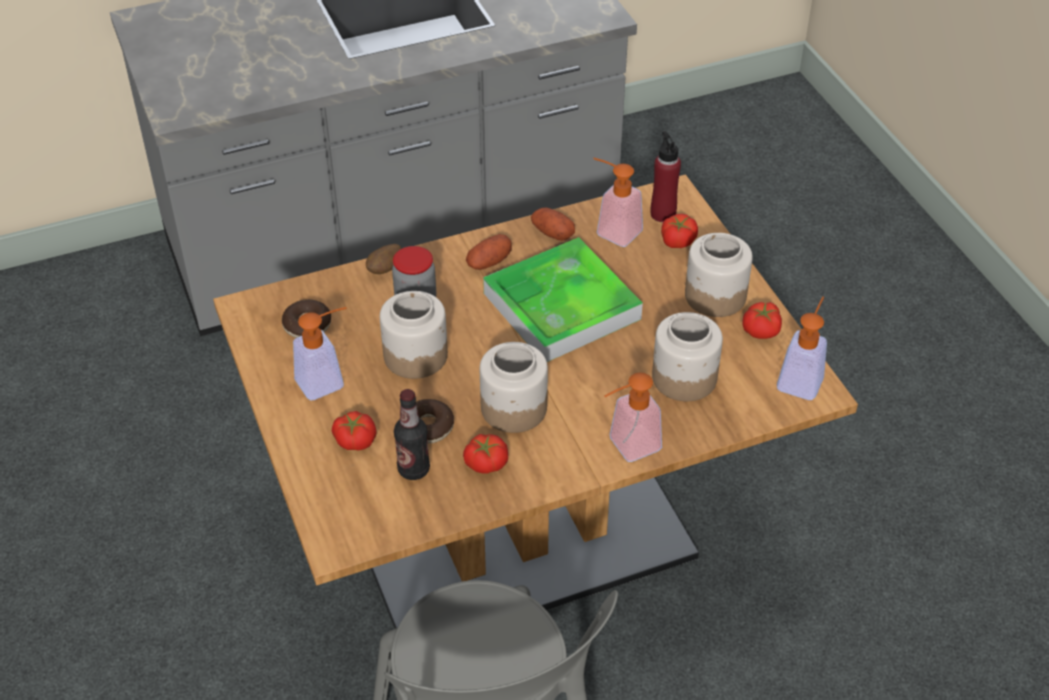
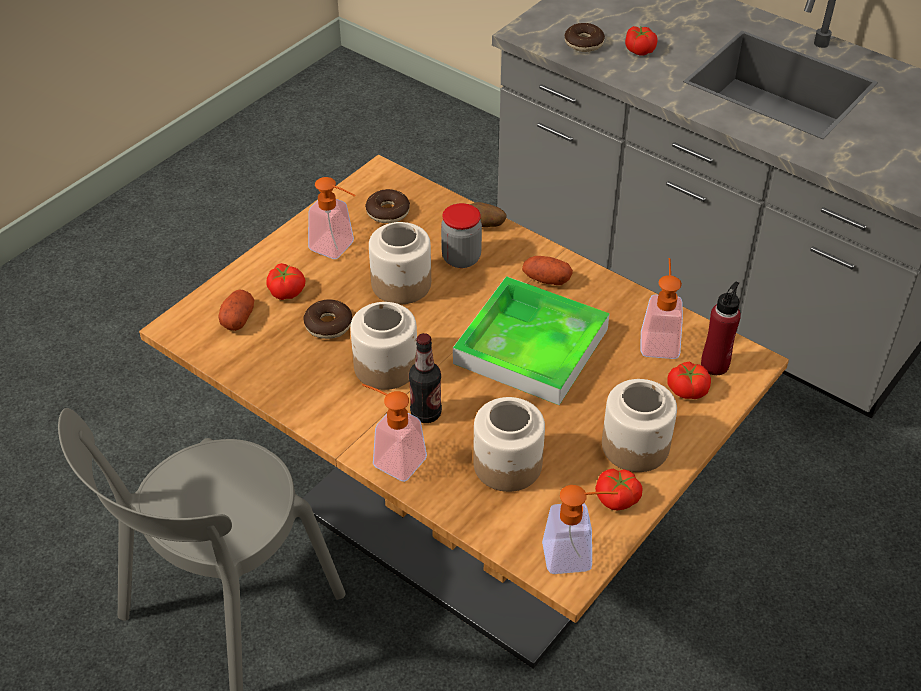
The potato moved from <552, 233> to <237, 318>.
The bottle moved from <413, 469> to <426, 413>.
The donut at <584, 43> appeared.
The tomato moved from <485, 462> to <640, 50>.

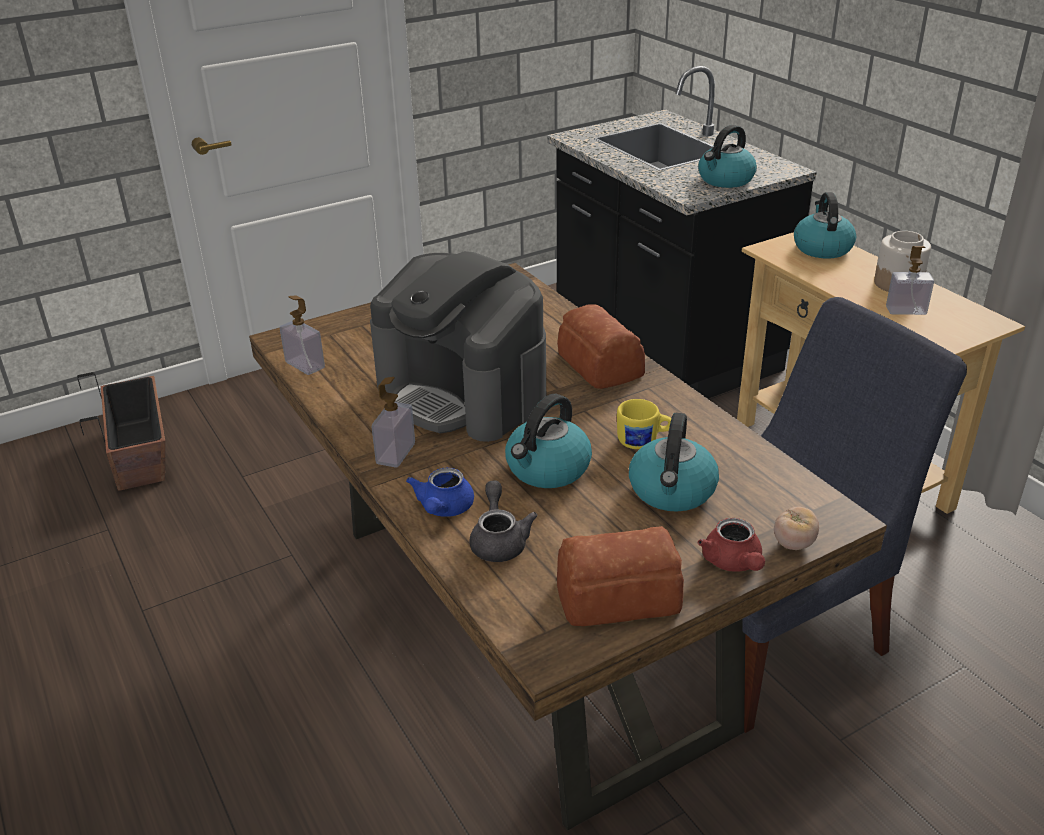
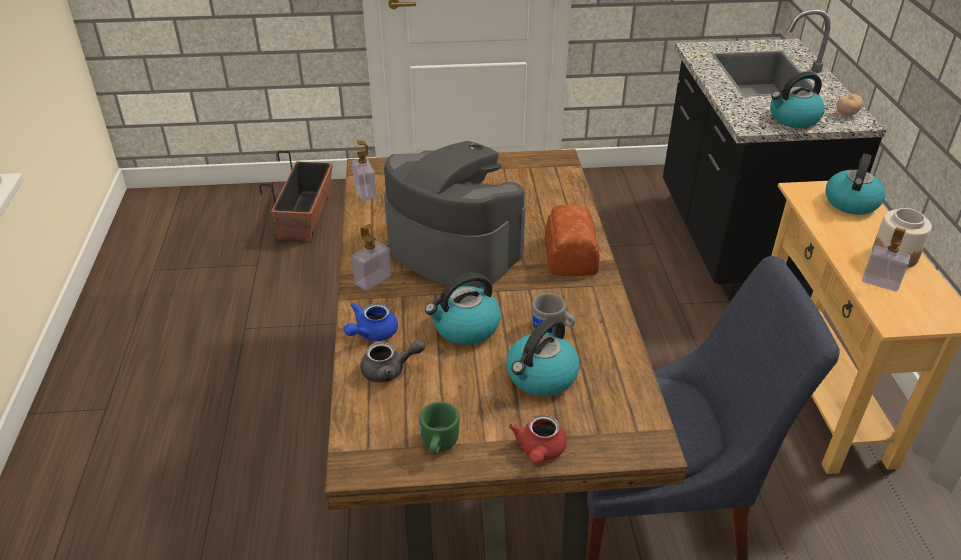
The teapot in grey at <499, 540> turned 60 degrees clockwise.
The coffee machine at <463, 394> turned 150 degrees clockwise.
The bread at <621, 597> was replaced by the mug in green at <438, 445>.
The mug in yellow at <643, 442> became the mug in grey at <552, 329>.
The tomato moved from <793, 544> to <846, 114>.

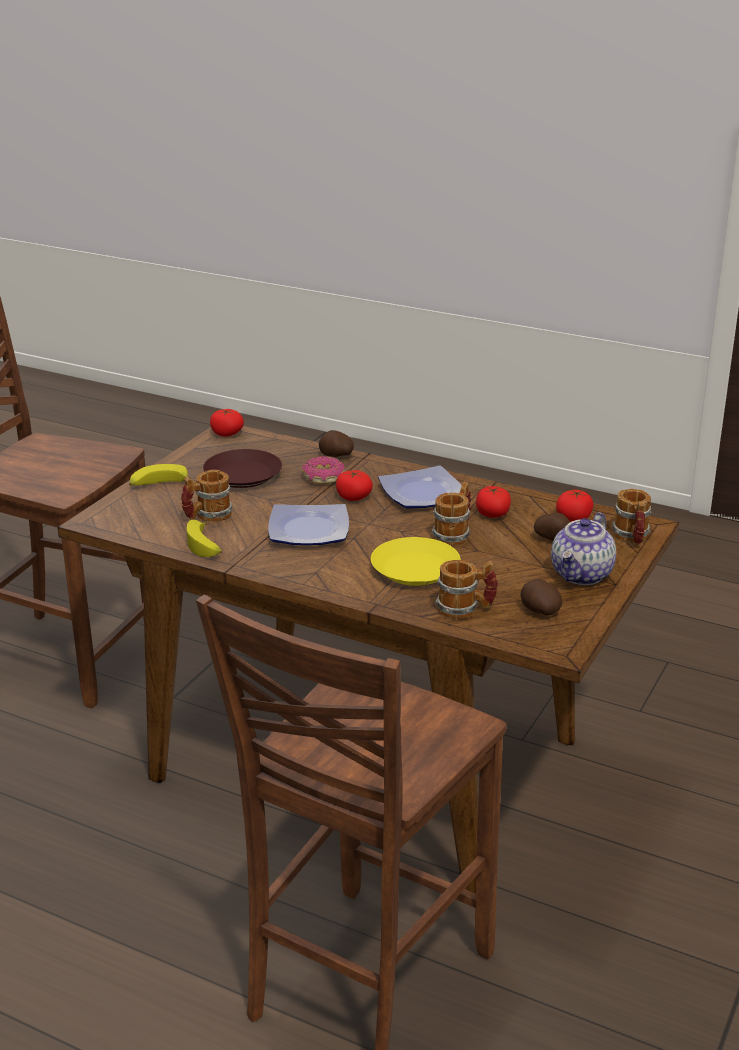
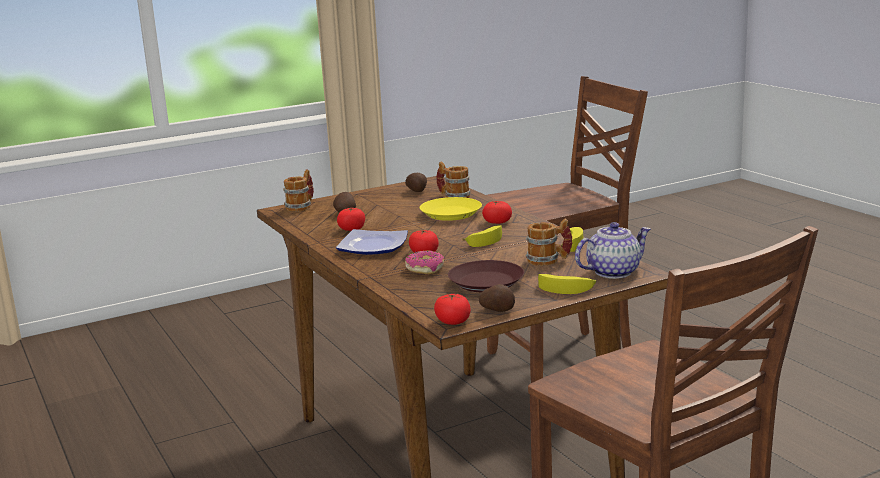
The plate at <310, 531> was replaced by the banana at <486, 240>.
The potato moved from <336, 456> to <498, 310>.
The tomato moved from <574, 517> to <497, 222>.
The teapot moved from <582, 575> to <613, 272>.
The mug at <454, 534> disappeared.

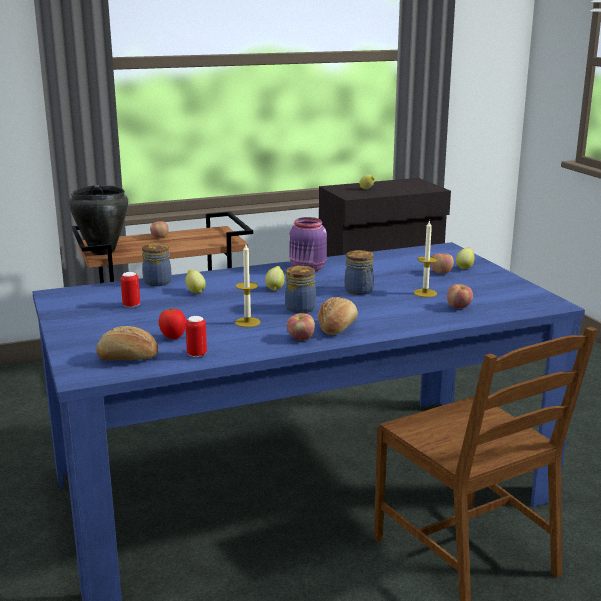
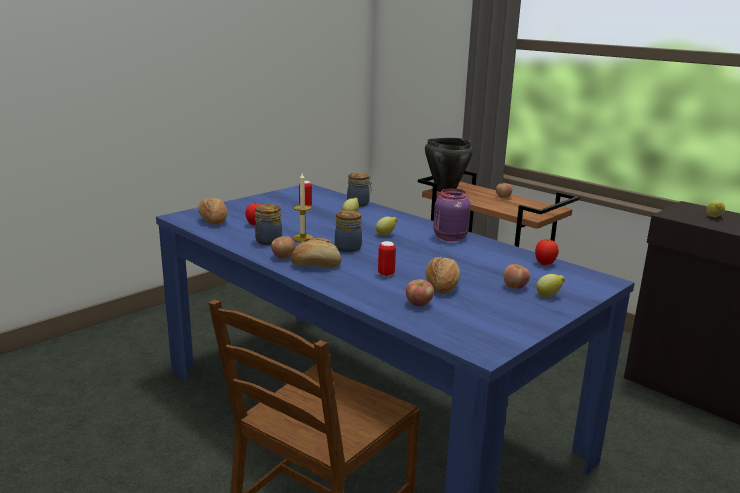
The jar moved from <359, 291> to <267, 241>.
The can moved from <197, 354> to <386, 274>.
The candle at <425, 293> was replaced by the bread at <441, 286>.
The tomato at <544, 264> appeared.

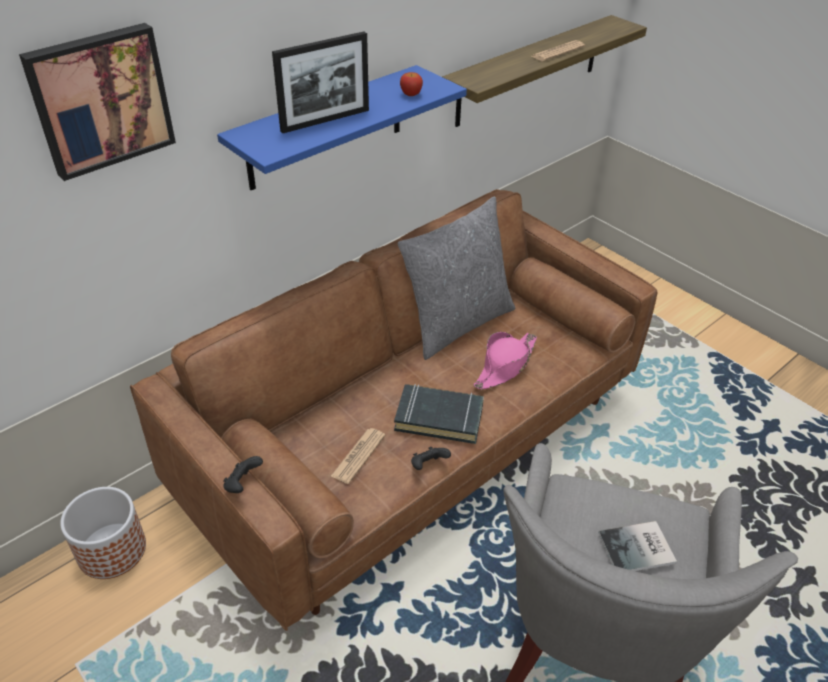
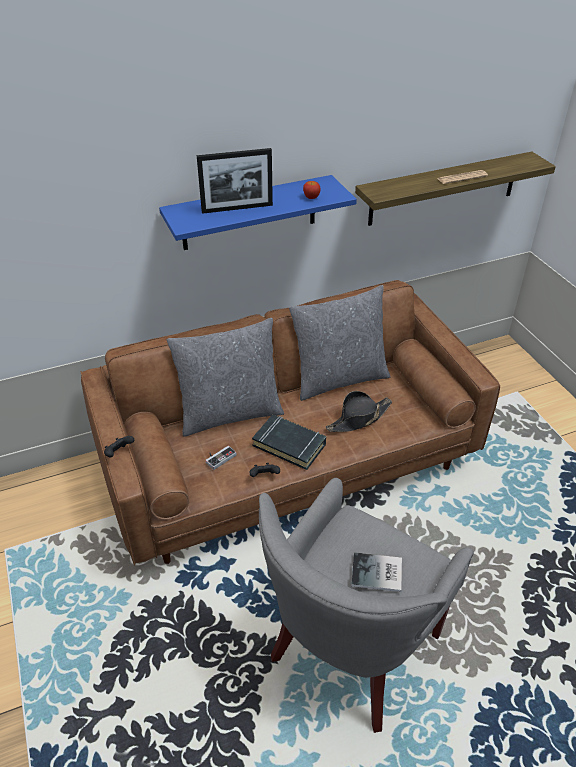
The pillow in grey at <230, 413> appeared.
The newspaper at <358, 456> was replaced by the game controller at <219, 457>.
The hat in pink at <505, 366> became the hat in black at <359, 419>.
The picture at <100, 99> disappeared.
The planter at <112, 550> disappeared.

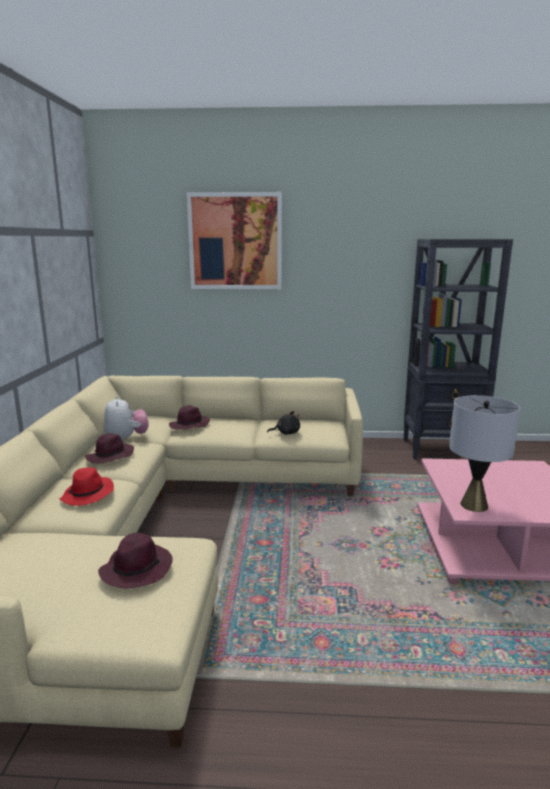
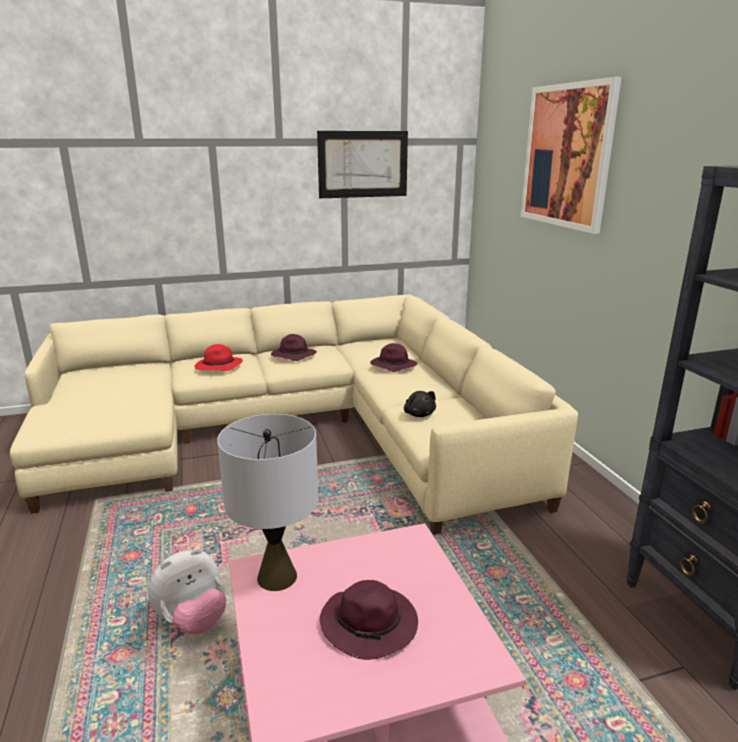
The plush toy moved from <126, 439> to <193, 621>.
The picture at <363, 164> appeared.
The hat in purple moved from <137, 568> to <370, 625>.

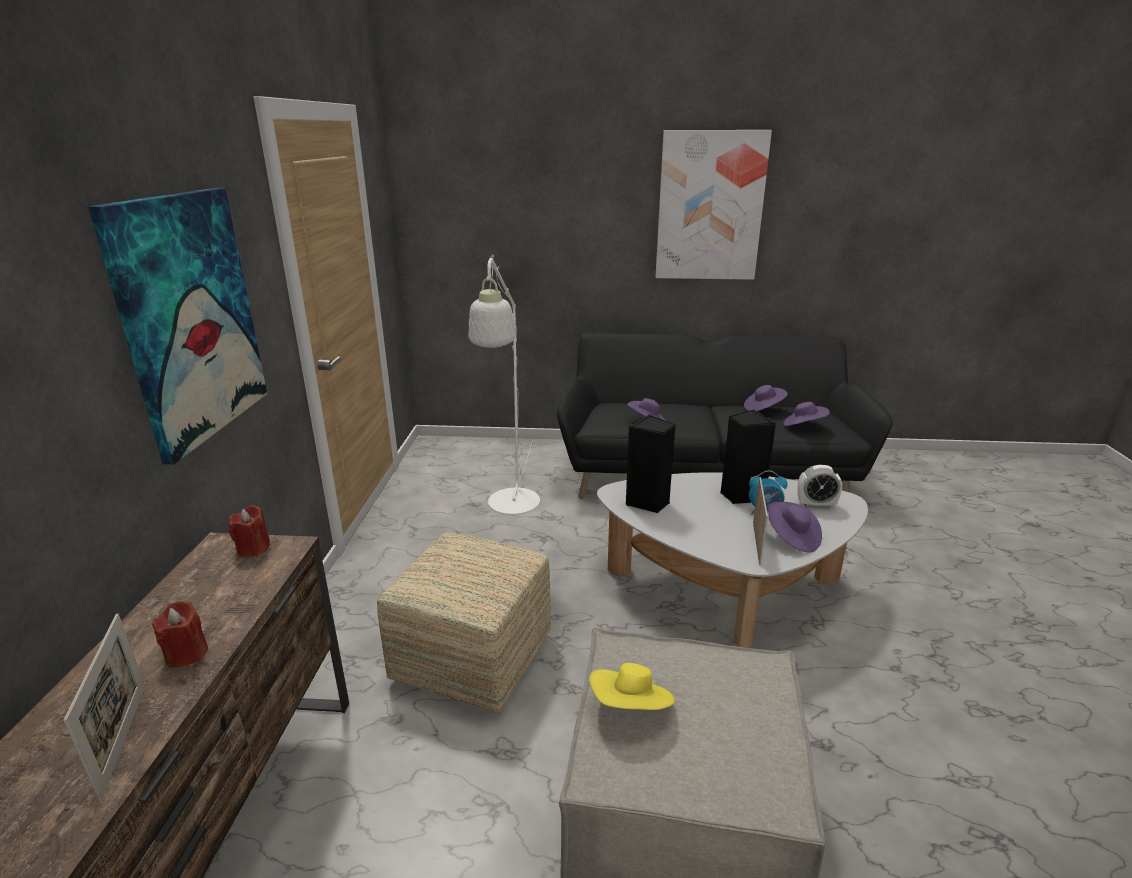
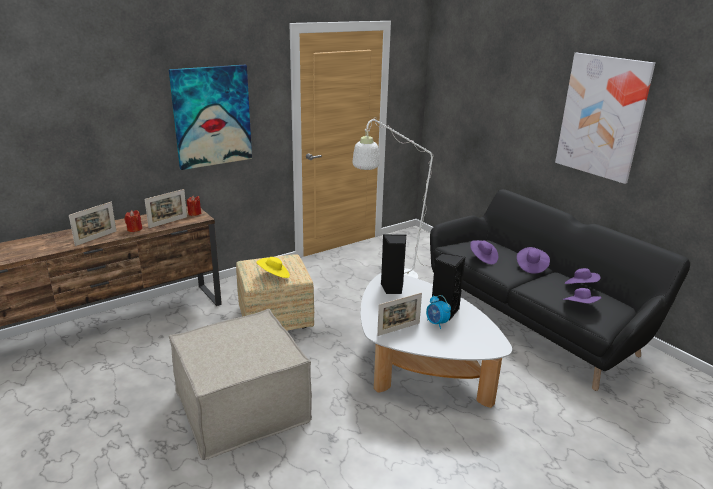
The picture frame at <168, 222> appeared.
The hat in yellow moved from <631, 707> to <274, 275>.
The hat in purple moved from <792, 538> to <531, 267>.
The alarm clock at <816, 505> disappeared.

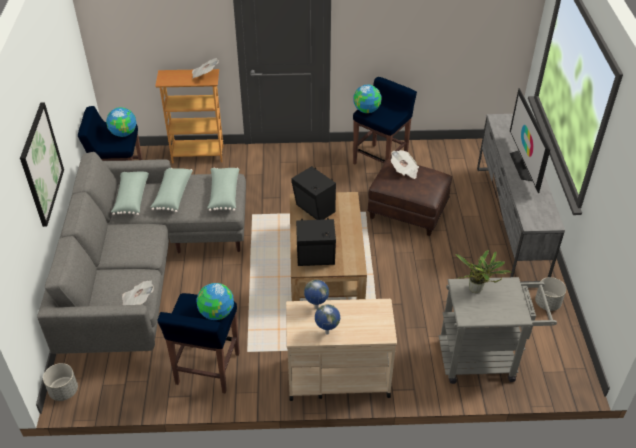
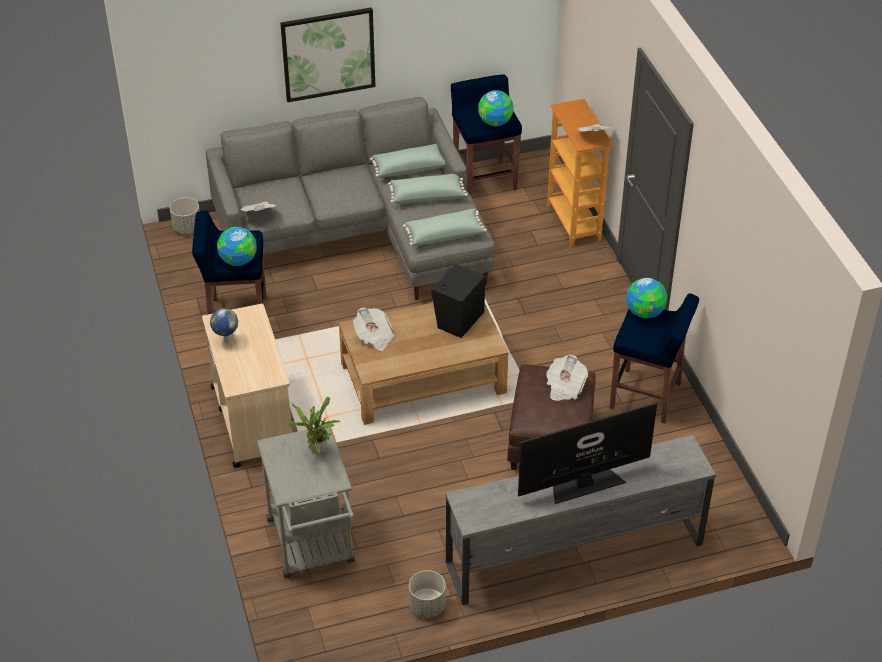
The speaker in black at <316, 258> was replaced by the newspaper at <374, 337>.
The globe at <316, 308> disappeared.

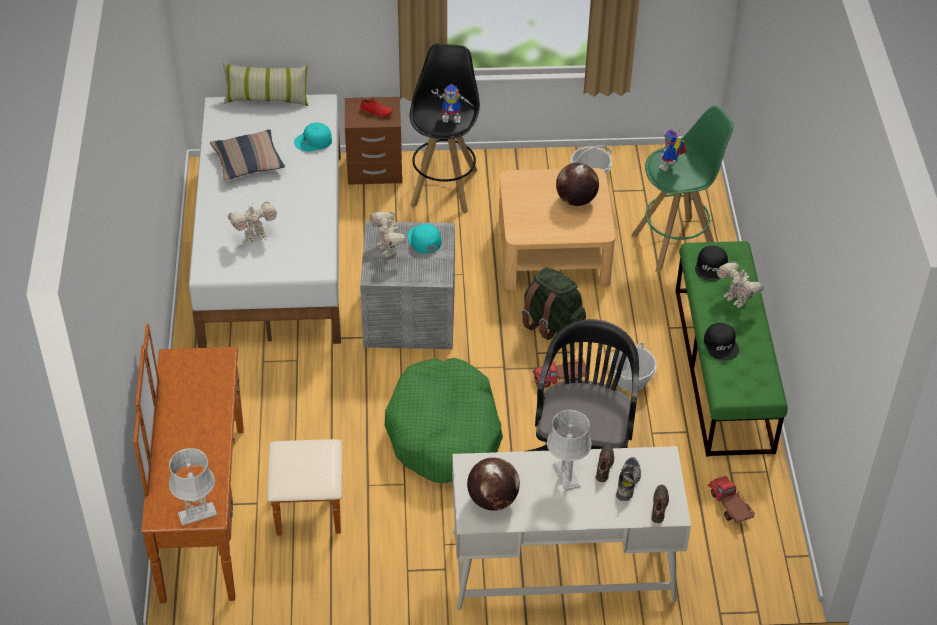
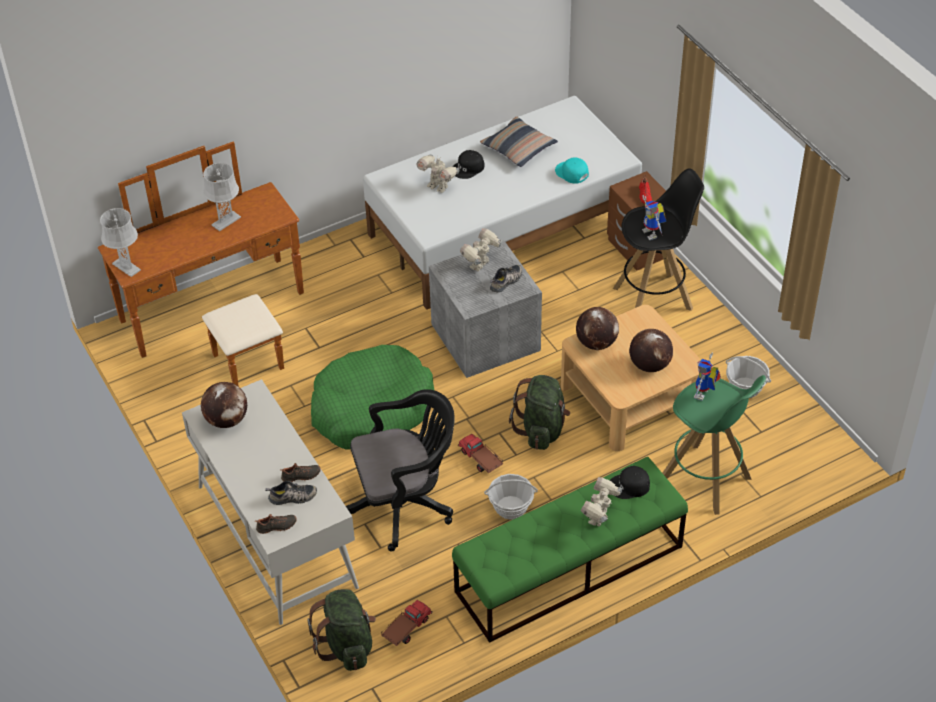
The table lamp in grey moved from <566, 475> to <226, 221>.
The backpack in green at <347, 645> appeared.
The cap in black moved from <721, 344> to <468, 168>.
The cap in turquoise at <423, 240> was replaced by the shoe at <506, 281>.
The globe at <596, 343> appeared.
The toy robot at <669, 167> turned 75 degrees counterclockwise.
The pillow at <266, 99> disappeared.

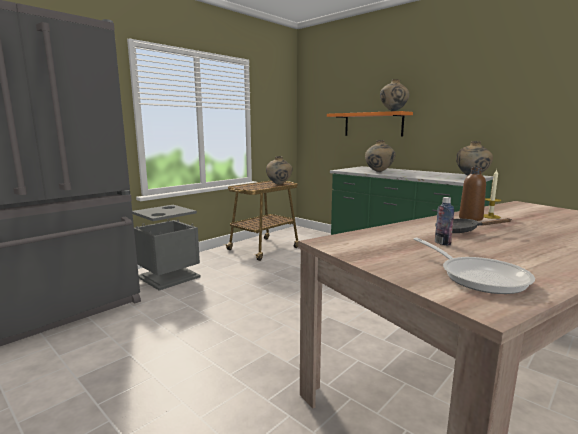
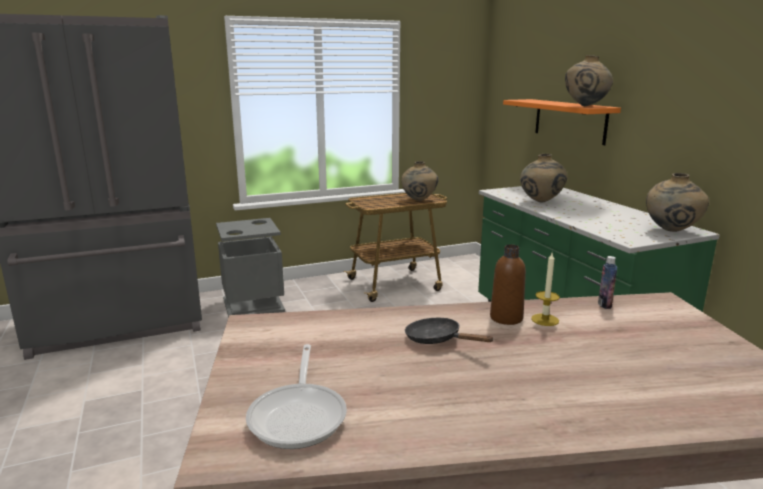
The bottle moved from <442, 243> to <604, 305>.

